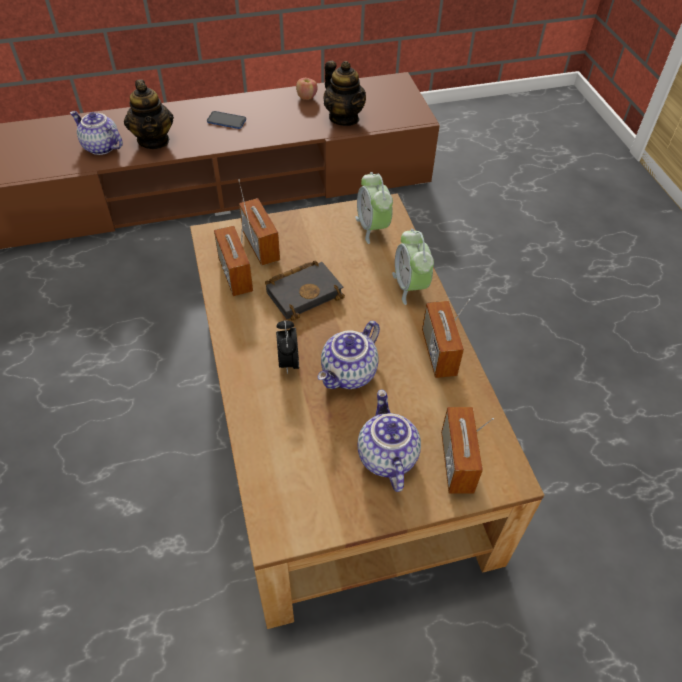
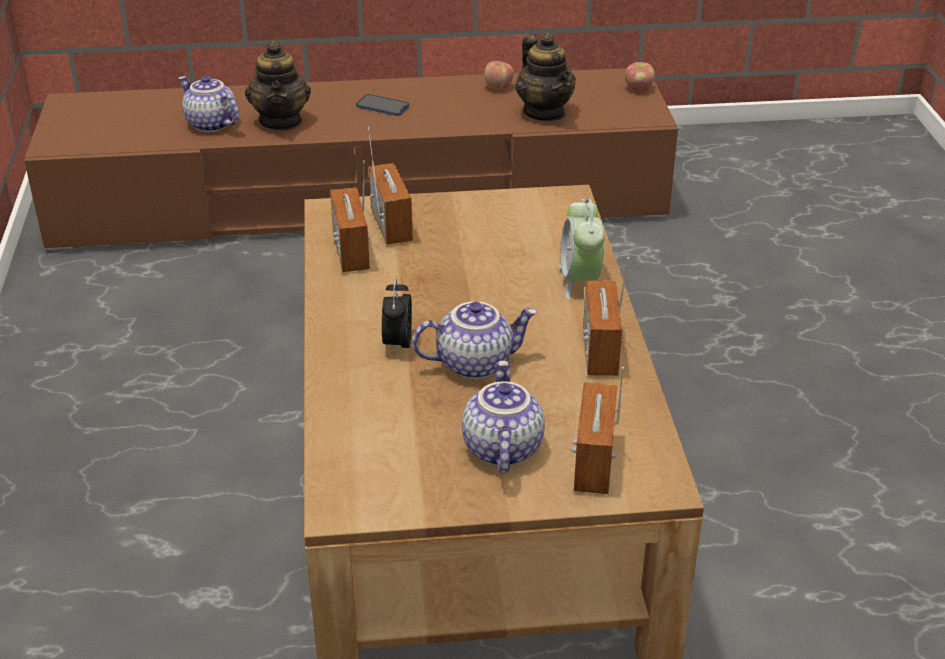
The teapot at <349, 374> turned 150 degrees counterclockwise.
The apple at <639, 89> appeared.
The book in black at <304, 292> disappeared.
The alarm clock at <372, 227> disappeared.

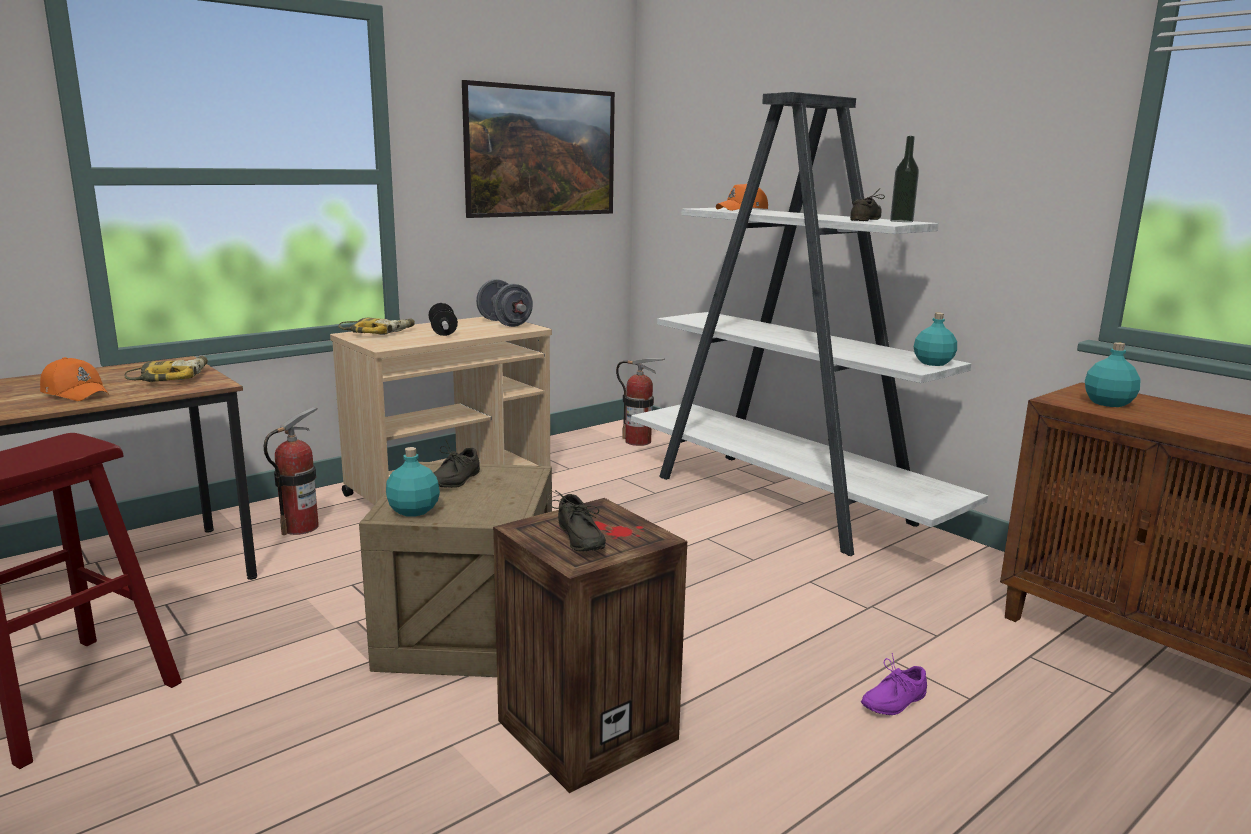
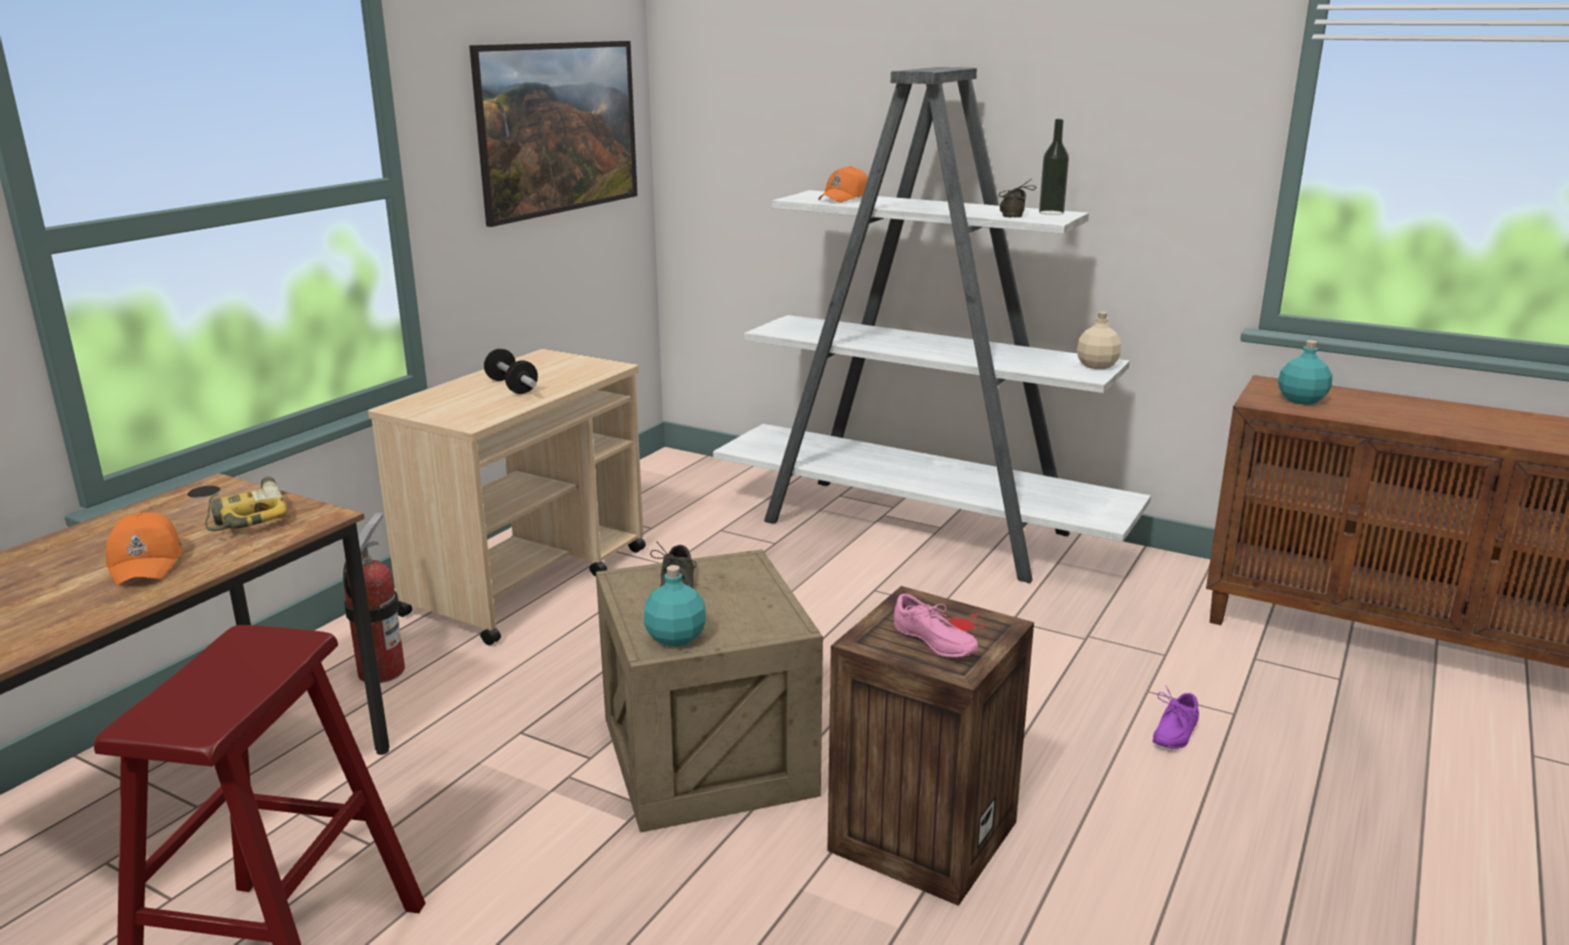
The cap in orange at <76, 393> turned 60 degrees clockwise.
The shoe in grey at <577, 539> became the shoe in pink at <932, 643>.
The bottle in turquoise at <933, 363> became the bottle in beige at <1097, 366>.
The power drill at <379, 332> disappeared.
The dumbbell in grey at <504, 323> disappeared.
The fire extinguisher at <638, 441> disappeared.

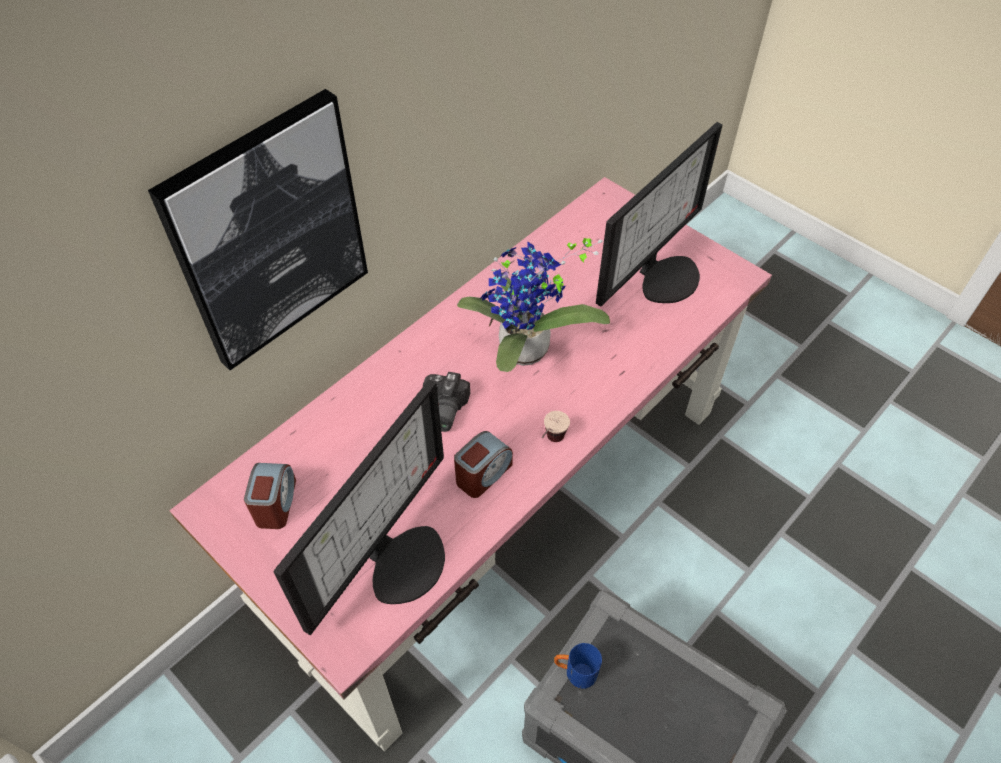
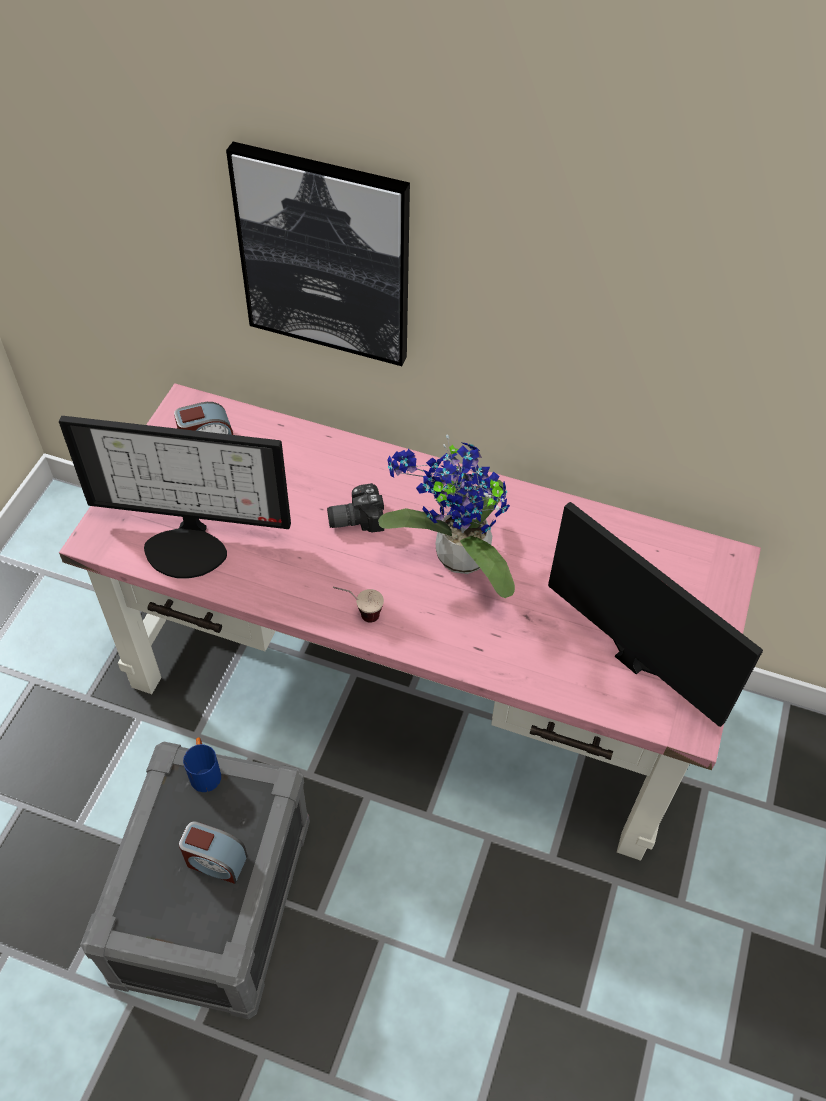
The alarm clock moved from <483, 474> to <215, 861>.
The monitor at <664, 275> turned 150 degrees counterclockwise.

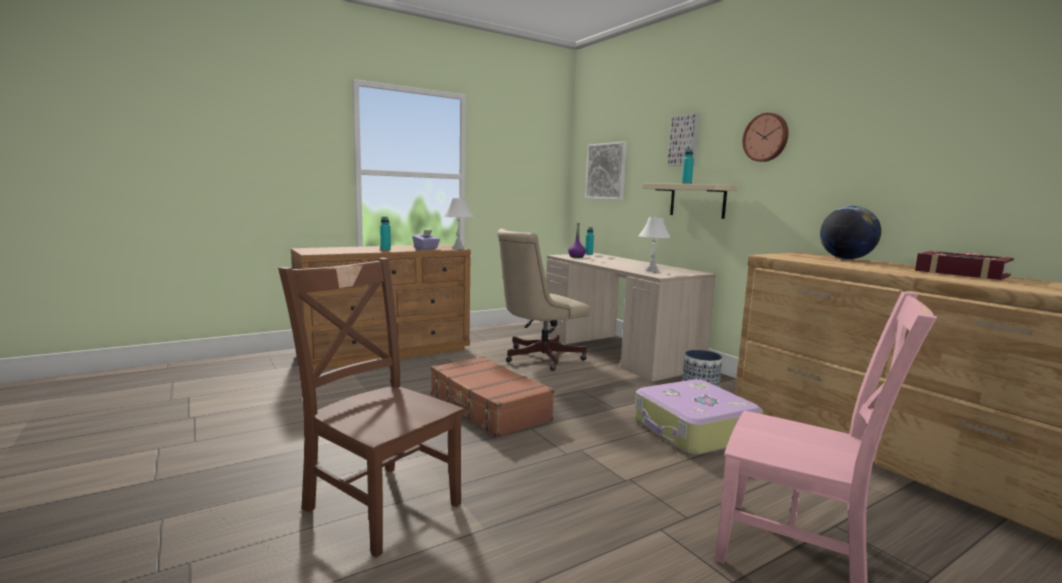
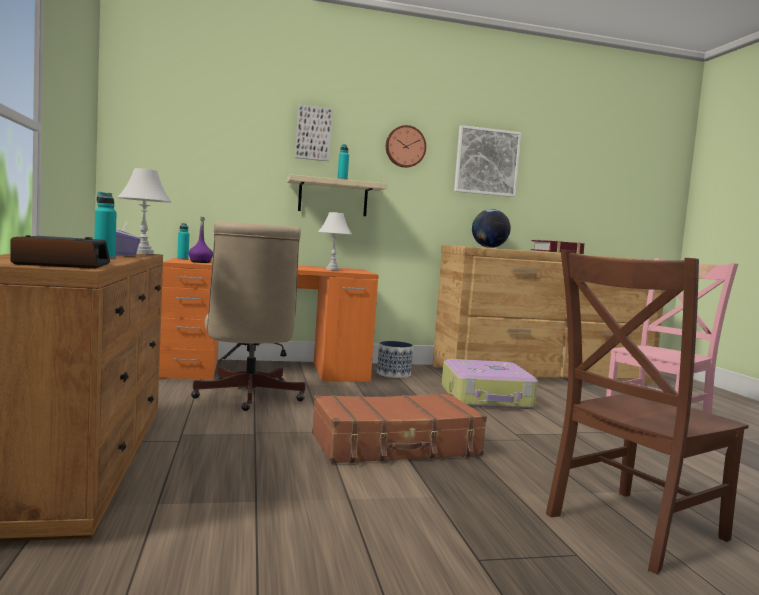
The alarm clock at <62, 264> appeared.
The desk in beige at <617, 351> became the desk in orange at <268, 370>.
The picture moved from <606, 171> to <486, 162>.

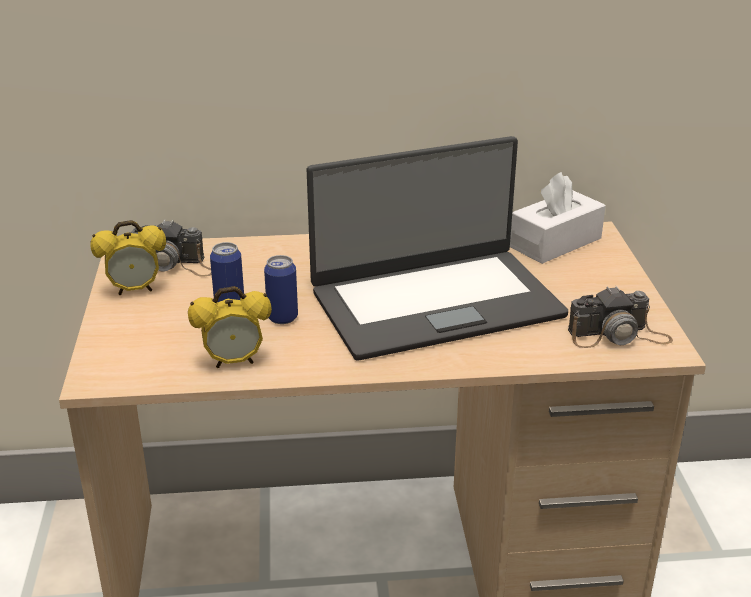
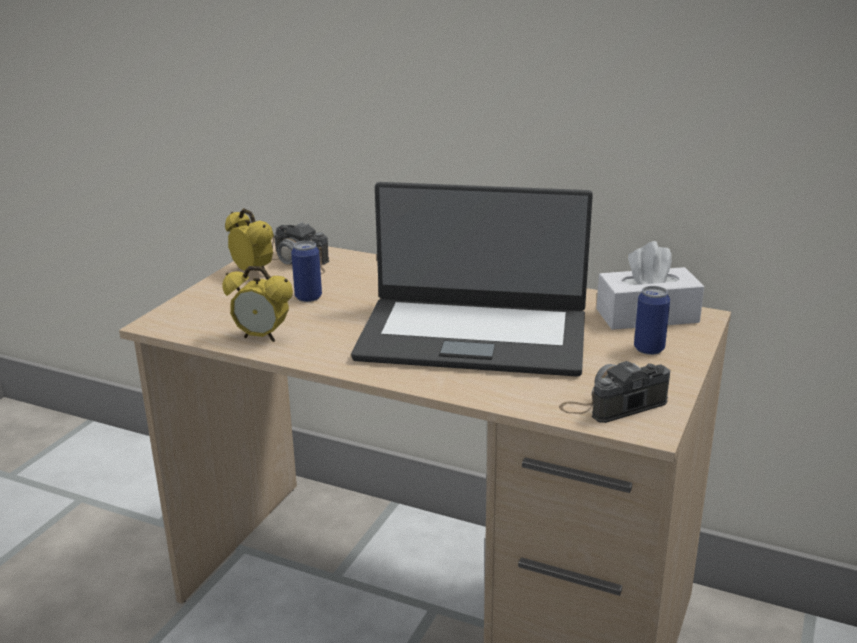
The alarm clock at <135, 290> turned 150 degrees counterclockwise.
The photo camera at <619, 335> turned 135 degrees clockwise.
The can moved from <282, 317> to <649, 349>.

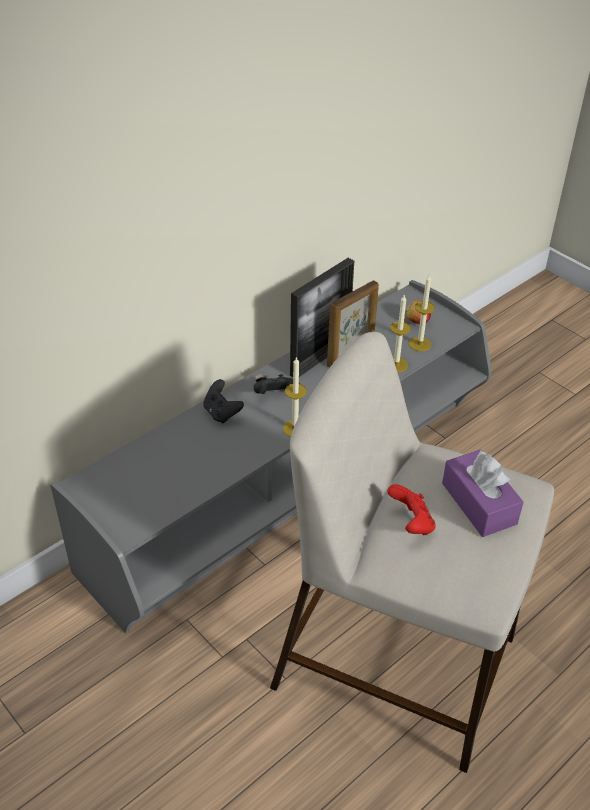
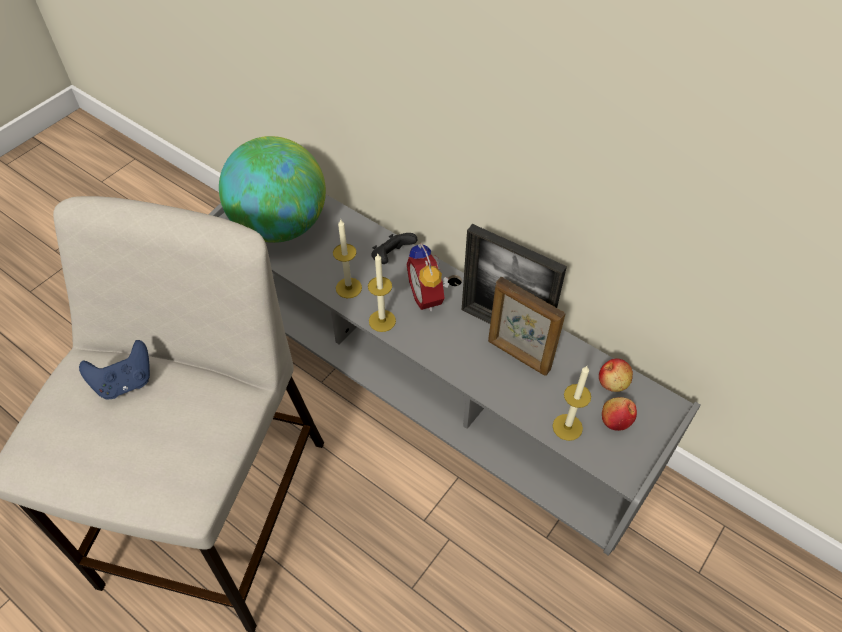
The game controller in red at <411, 523> became the game controller in blue at <125, 382>.
The globe at <280, 226> appeared.
The candle moved from <396, 365> to <348, 288>.
The game controller in black at <275, 396> was replaced by the alarm clock at <428, 296>.
The apple at <613, 382> appeared.
The tissue box in purple at <479, 503> disappeared.

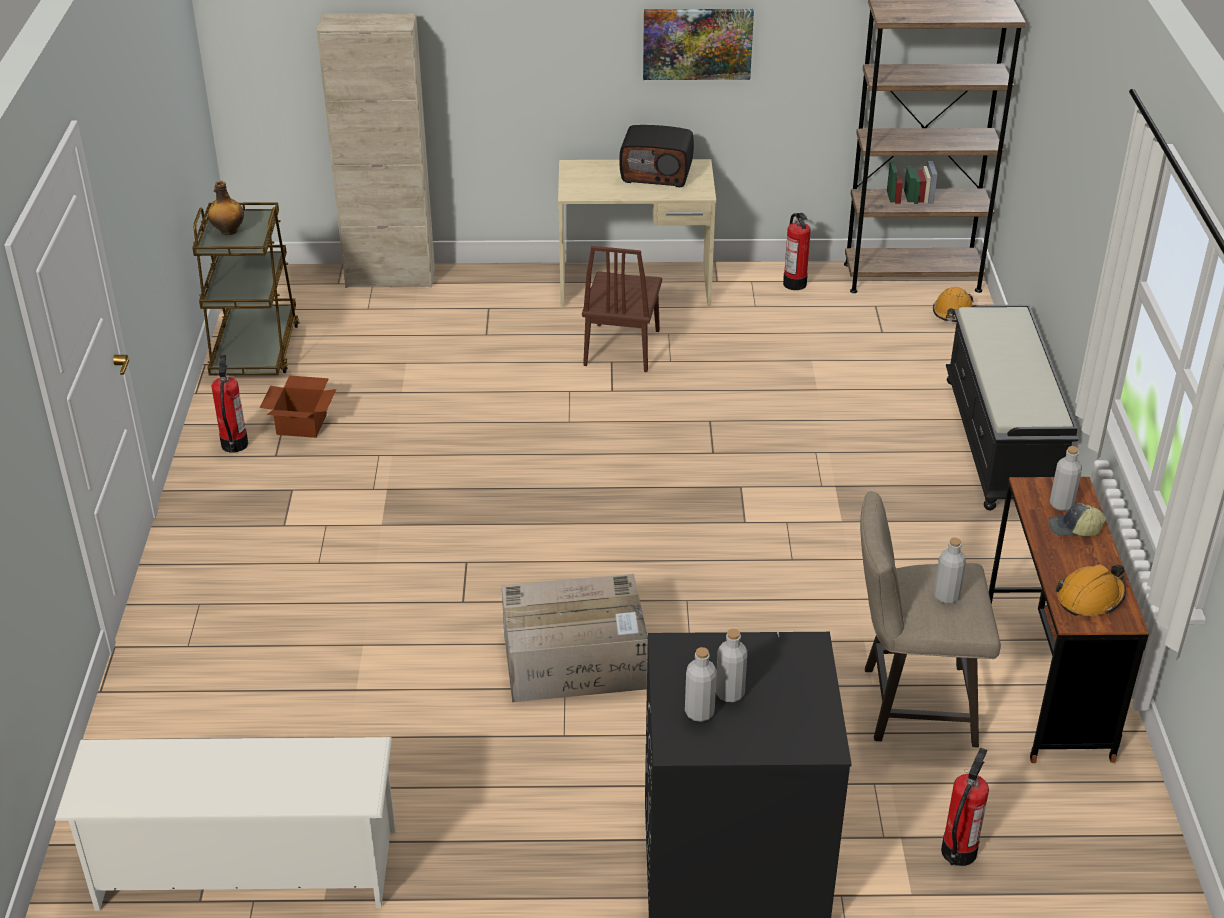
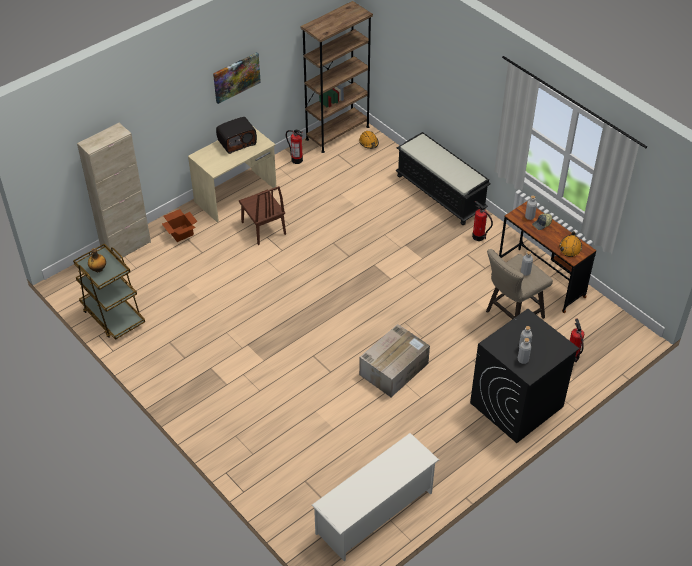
The cardboard box moved from <303, 423> to <181, 232>.
The fire extinguisher moved from <234, 444> to <478, 237>.

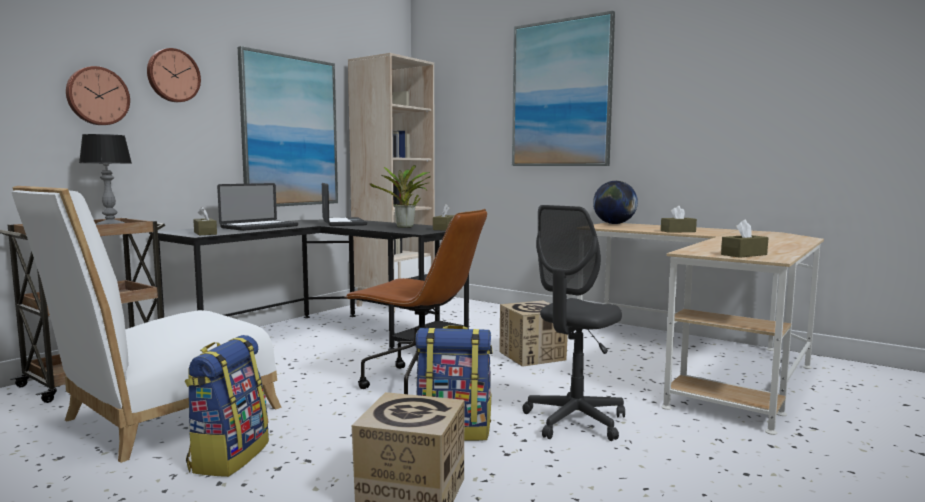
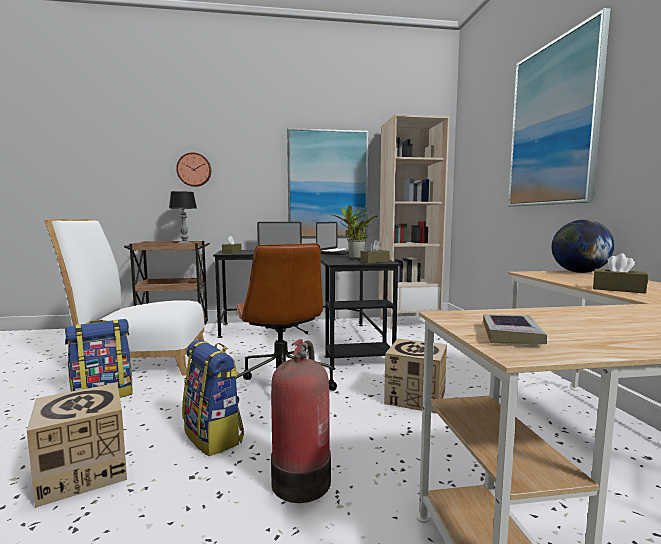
The office chair in grey at <575, 421> was replaced by the fire extinguisher at <302, 478>.
The tissue box in brown at <744, 254> was replaced by the book at <511, 335>.
The wall clock at <173, 75> disappeared.

